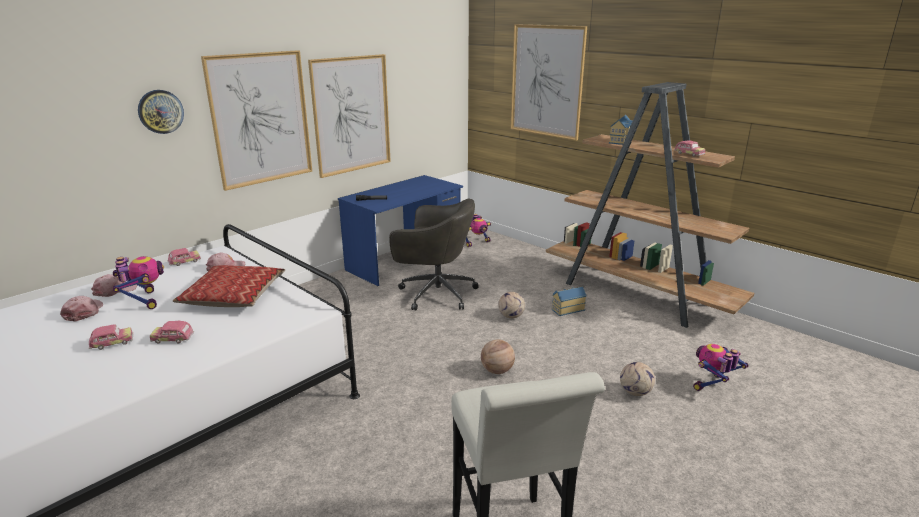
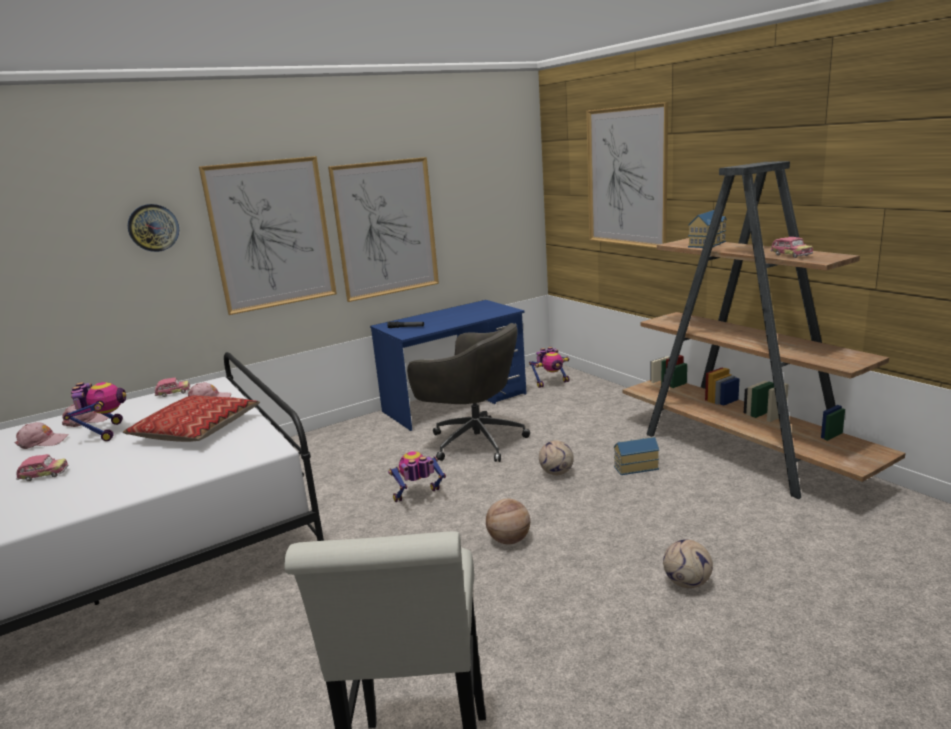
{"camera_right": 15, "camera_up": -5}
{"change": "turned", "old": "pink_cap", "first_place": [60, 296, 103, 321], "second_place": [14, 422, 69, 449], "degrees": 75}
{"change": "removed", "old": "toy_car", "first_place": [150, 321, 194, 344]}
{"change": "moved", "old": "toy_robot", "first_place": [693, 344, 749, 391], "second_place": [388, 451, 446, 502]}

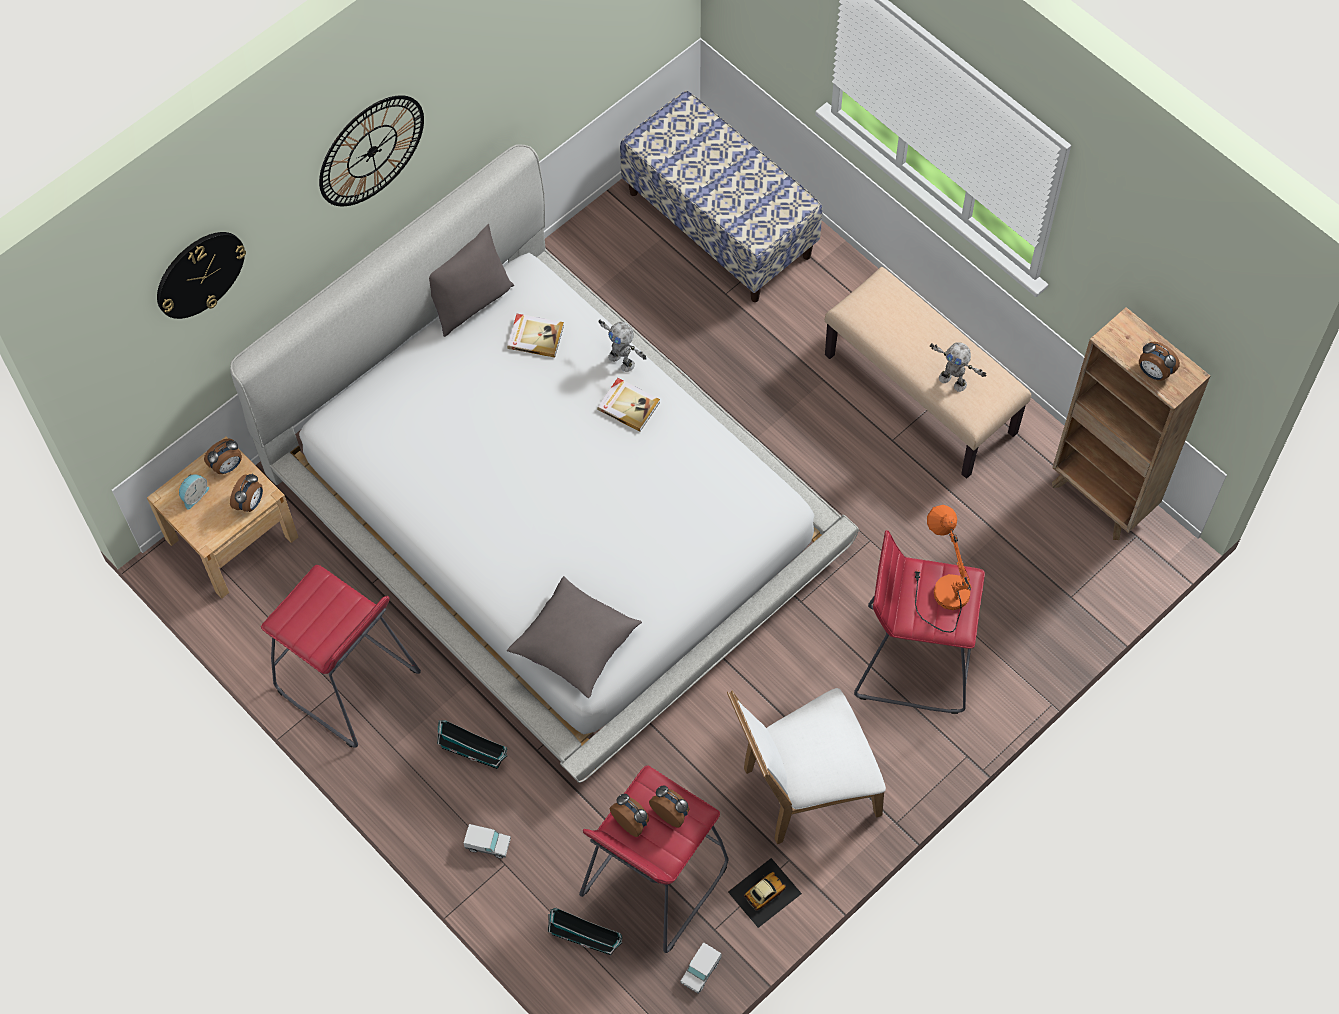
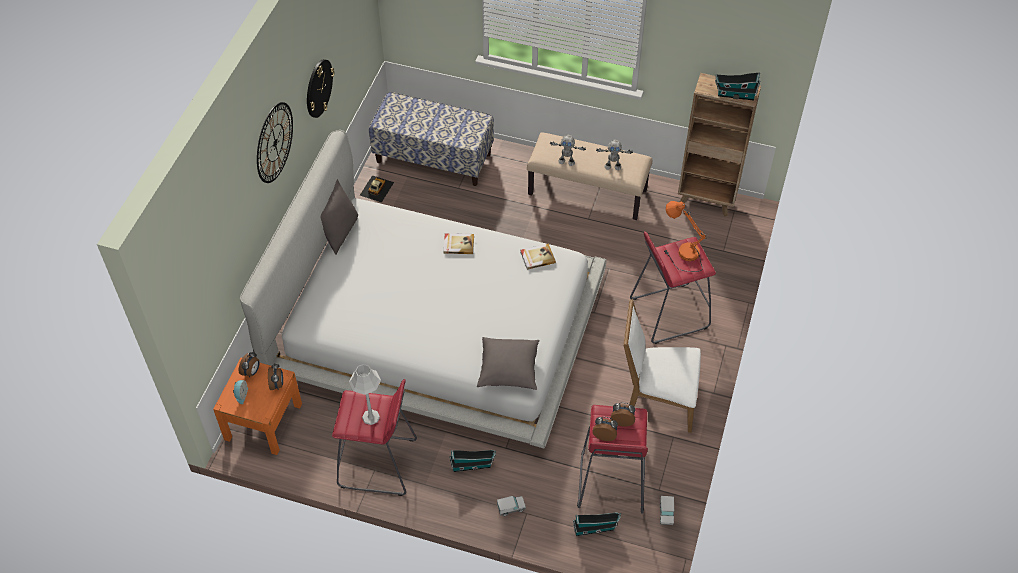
{"camera_right": -30, "camera_up": -10}
{"change": "moved", "old": "wall_clock", "first_place": [157, 232, 246, 319], "second_place": [307, 59, 334, 118]}
{"change": "moved", "old": "book", "first_place": [507, 314, 564, 358], "second_place": [520, 243, 556, 270]}
{"change": "moved", "old": "toy_robot", "first_place": [599, 320, 647, 372], "second_place": [550, 135, 586, 166]}
{"change": "replaced", "old": "alarm_clock", "new": "toy_house", "first_place": [1139, 342, 1180, 381], "second_place": [715, 72, 760, 100]}
{"change": "recoloured", "old": "beige_nightstand", "new": "orange_nightstand", "first_place": [147, 436, 298, 599], "second_place": [213, 358, 302, 455]}
{"change": "turned", "old": "white_chair", "first_place": [727, 688, 886, 844], "second_place": [623, 299, 701, 433], "degrees": 60}
{"change": "moved", "old": "toy_car", "first_place": [728, 858, 802, 928], "second_place": [360, 175, 394, 203]}
{"change": "added", "new": "grey_table_lamp", "second_place": [349, 364, 381, 425]}

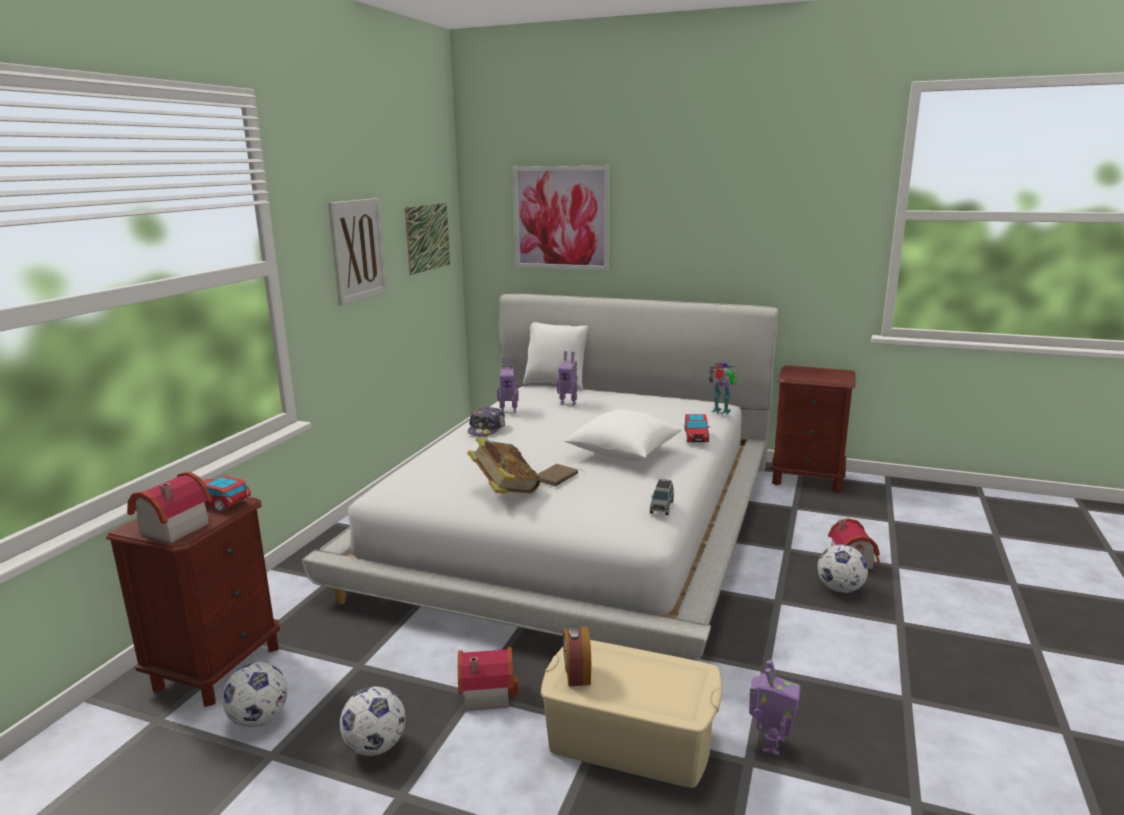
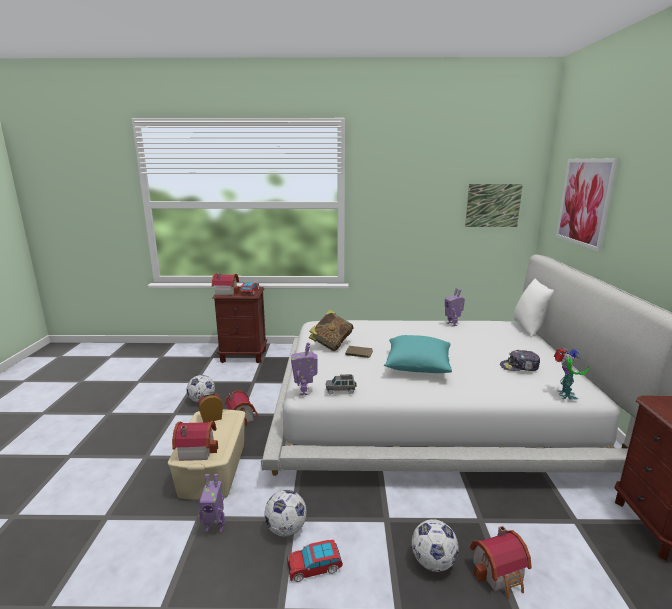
{"camera_right": 70, "camera_up": 0}
{"change": "removed", "old": "picture", "first_place": [328, 198, 387, 305]}
{"change": "moved", "old": "toy_robot", "first_place": [557, 351, 578, 406], "second_place": [291, 342, 318, 395]}
{"change": "moved", "old": "cap", "first_place": [468, 406, 506, 436], "second_place": [500, 350, 540, 371]}
{"change": "recoloured", "old": "white_pillow", "new": "turquoise_pillow", "first_place": [564, 410, 681, 461], "second_place": [384, 335, 452, 373]}
{"change": "moved", "old": "toy_car", "first_place": [684, 414, 710, 442], "second_place": [287, 540, 343, 582]}
{"change": "moved", "old": "football", "first_place": [222, 662, 288, 727], "second_place": [264, 490, 306, 536]}
{"change": "added", "new": "toy_house", "second_place": [172, 421, 218, 461]}

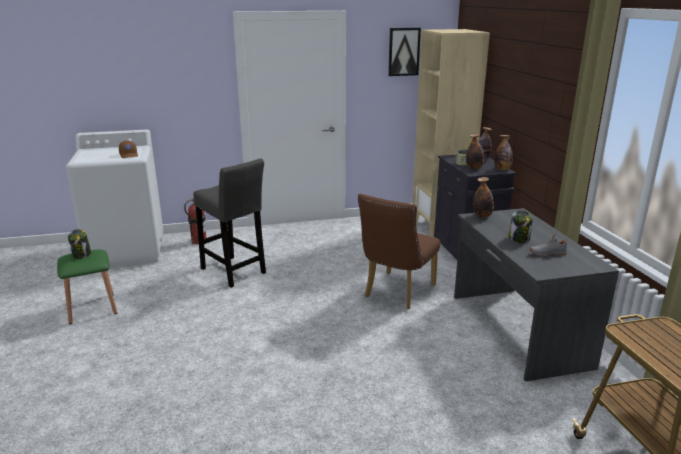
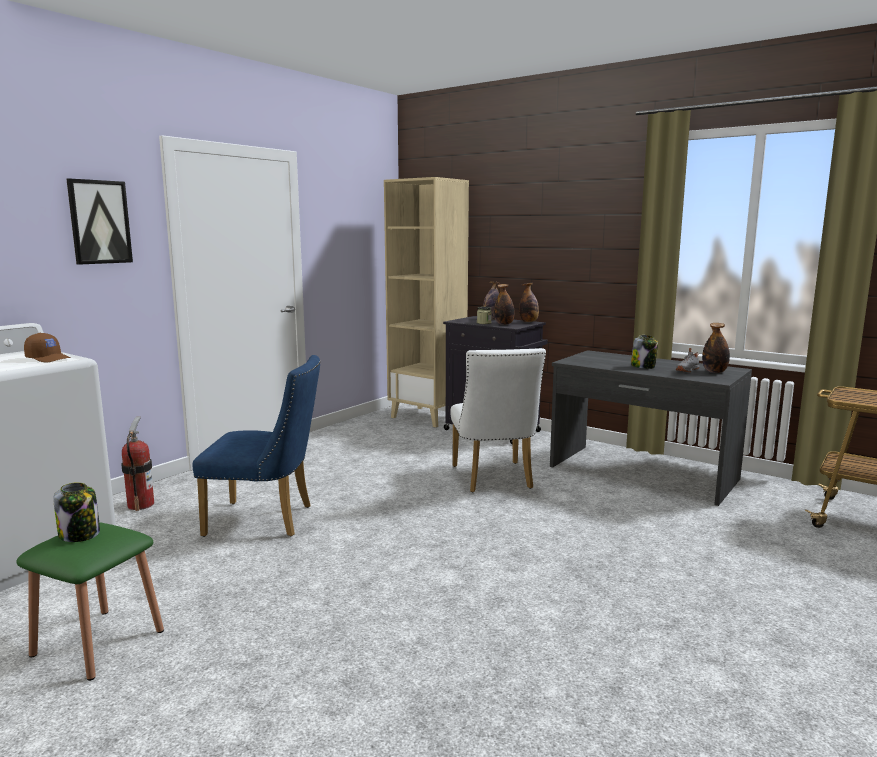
{"camera_right": -40, "camera_up": -10}
{"change": "moved", "old": "picture", "first_place": [388, 28, 421, 76], "second_place": [66, 178, 133, 265]}
{"change": "replaced", "old": "grey_stool", "new": "blue_chair", "first_place": [193, 159, 266, 288], "second_place": [193, 355, 320, 537]}
{"change": "moved", "old": "bottle", "first_place": [473, 177, 494, 218], "second_place": [702, 323, 730, 373]}
{"change": "recoloured", "old": "brown_chair", "new": "white_chair", "first_place": [358, 194, 441, 309], "second_place": [450, 348, 546, 492]}

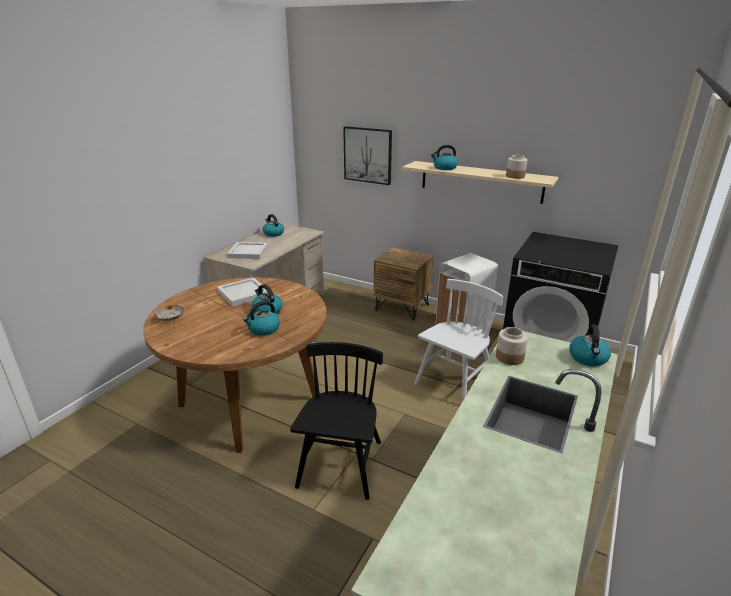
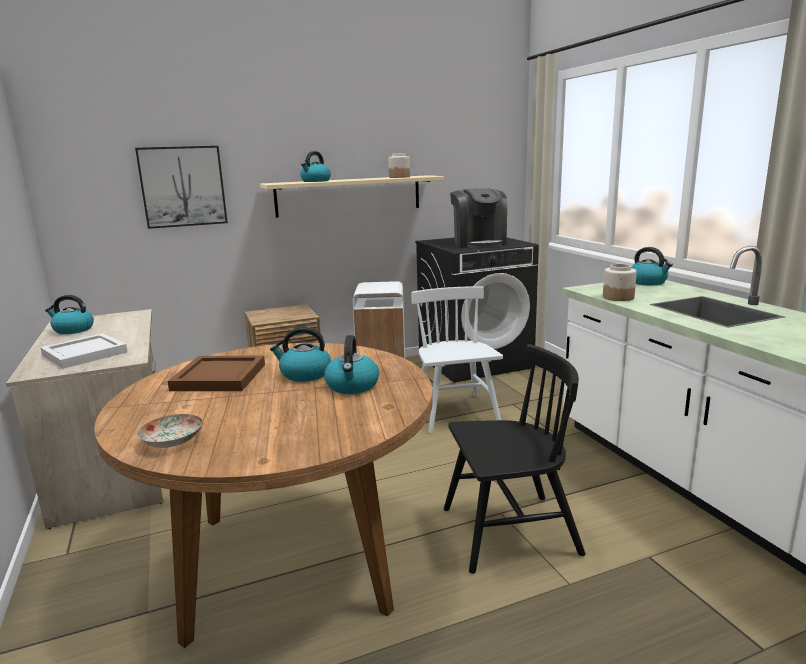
{"camera_right": -50, "camera_up": -10}
{"change": "recoloured", "old": "white_tray", "new": "brown_tray", "first_place": [217, 277, 268, 307], "second_place": [168, 356, 265, 391]}
{"change": "turned", "old": "black_chair", "first_place": [290, 342, 383, 500], "second_place": [444, 344, 585, 574], "degrees": 120}
{"change": "added", "new": "coffee_machine", "second_place": [450, 188, 507, 248]}

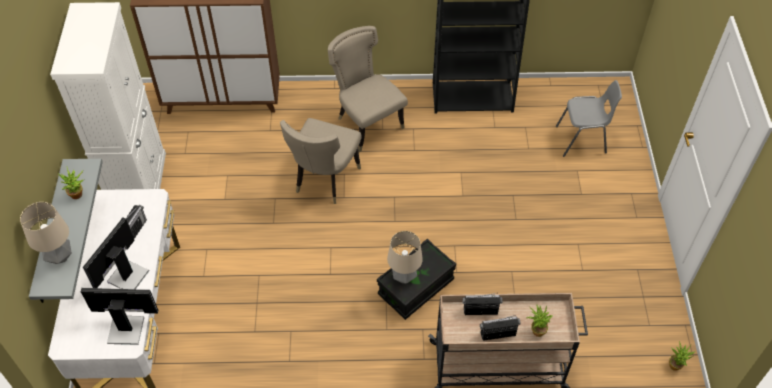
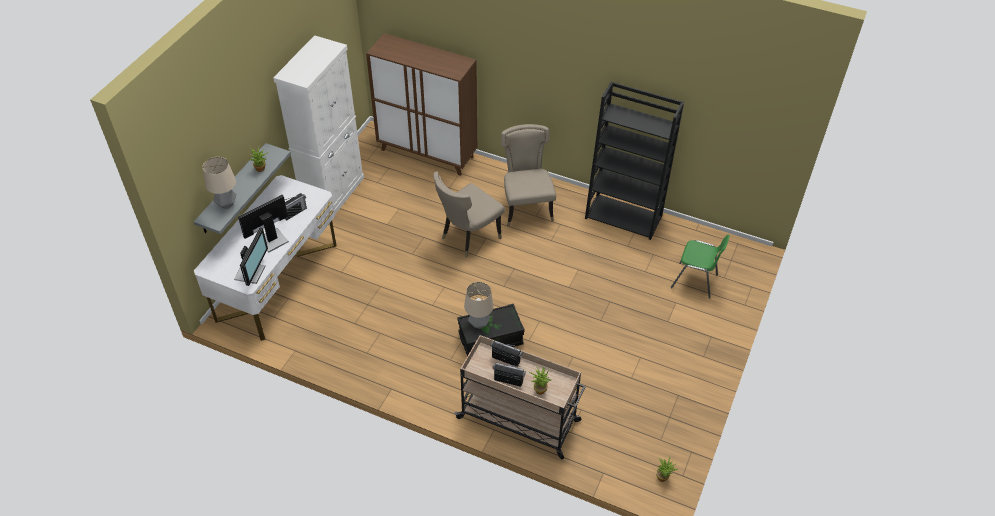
{"camera_right": 25, "camera_up": -5}
{"change": "recoloured", "old": "grey_chair", "new": "green_chair", "first_place": [556, 80, 622, 157], "second_place": [671, 234, 730, 299]}
{"change": "turned", "old": "monitor", "first_place": [81, 288, 158, 345], "second_place": [234, 228, 268, 286], "degrees": 75}

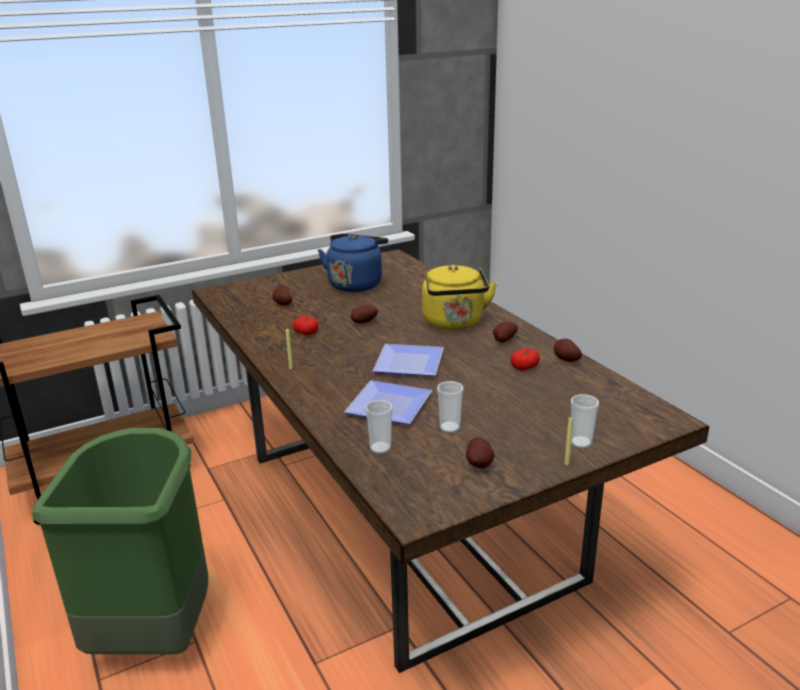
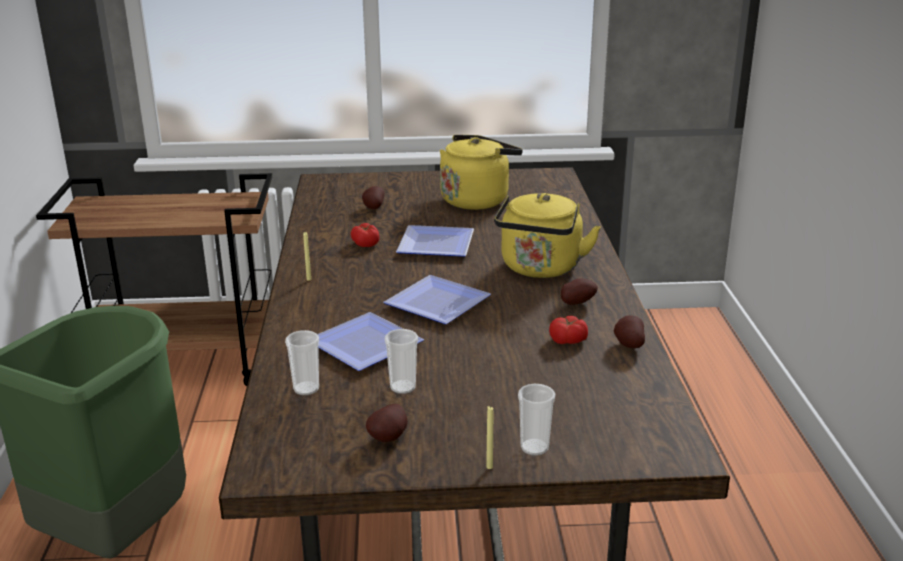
{"camera_right": 25, "camera_up": 0}
{"change": "recoloured", "old": "blue_kettle", "new": "yellow_kettle", "first_place": [318, 234, 388, 292], "second_place": [440, 135, 523, 210]}
{"change": "replaced", "old": "potato", "new": "plate", "first_place": [351, 305, 378, 323], "second_place": [396, 225, 474, 257]}

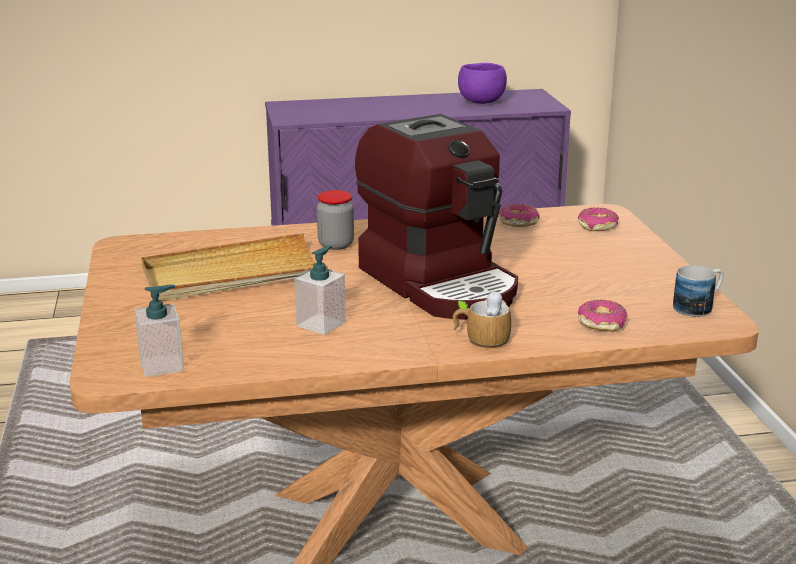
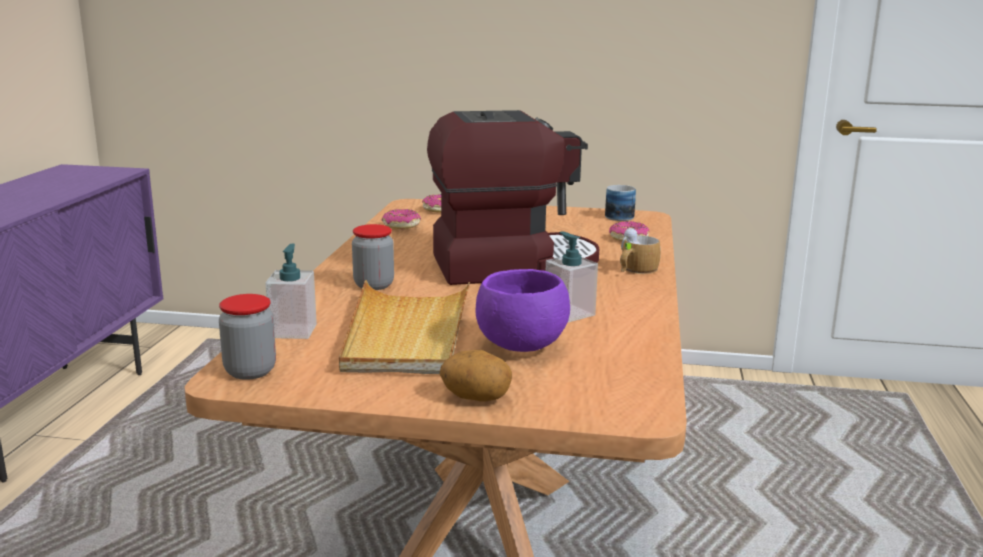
{"camera_right": -70, "camera_up": -5}
{"change": "moved", "old": "purple_bowl", "first_place": [458, 63, 507, 104], "second_place": [475, 269, 570, 352]}
{"change": "moved", "old": "soap_dispenser", "first_place": [135, 285, 184, 377], "second_place": [265, 244, 317, 339]}
{"change": "added", "new": "jar", "second_place": [219, 294, 276, 380]}
{"change": "added", "new": "potato", "second_place": [440, 350, 512, 401]}

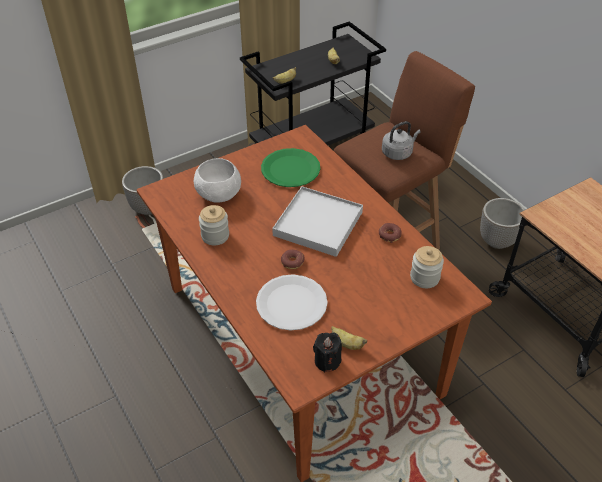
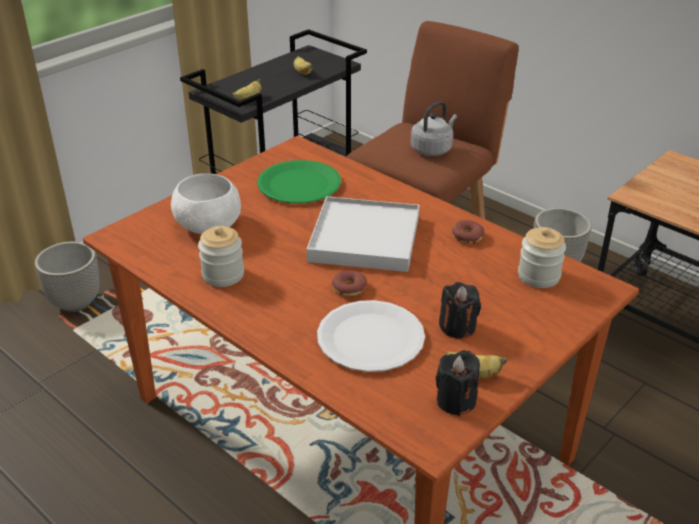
{"camera_right": -15, "camera_up": -10}
{"change": "added", "new": "black_candle", "second_place": [439, 282, 481, 339]}

